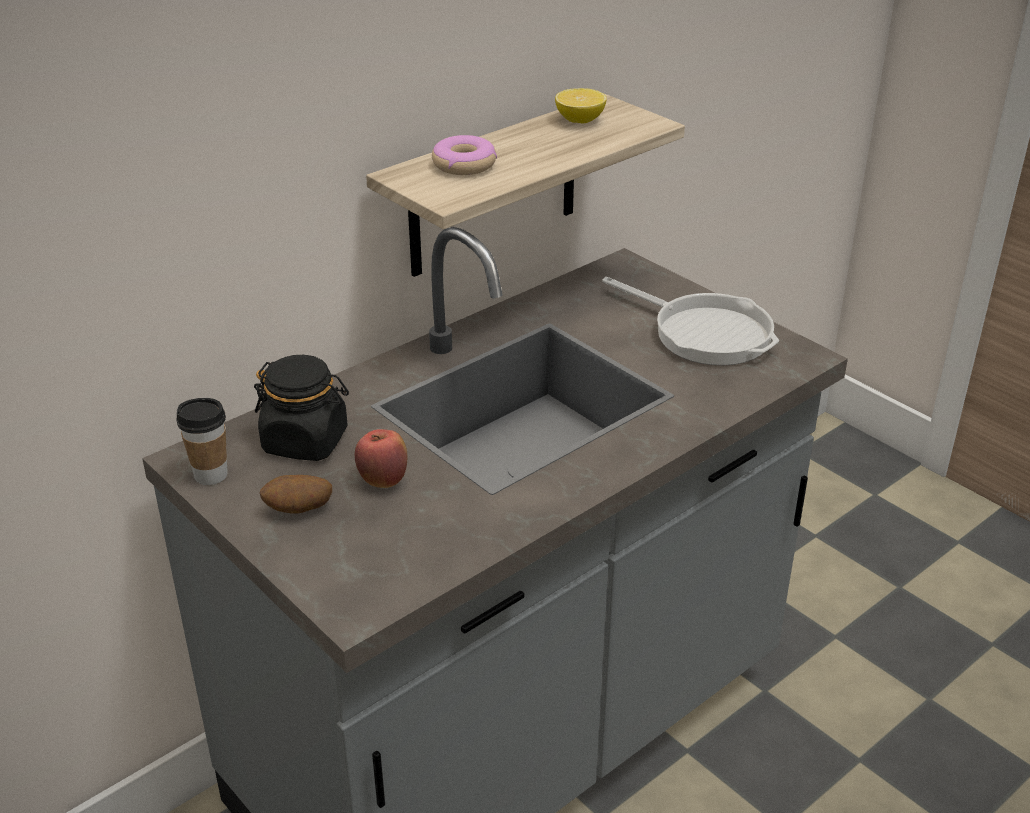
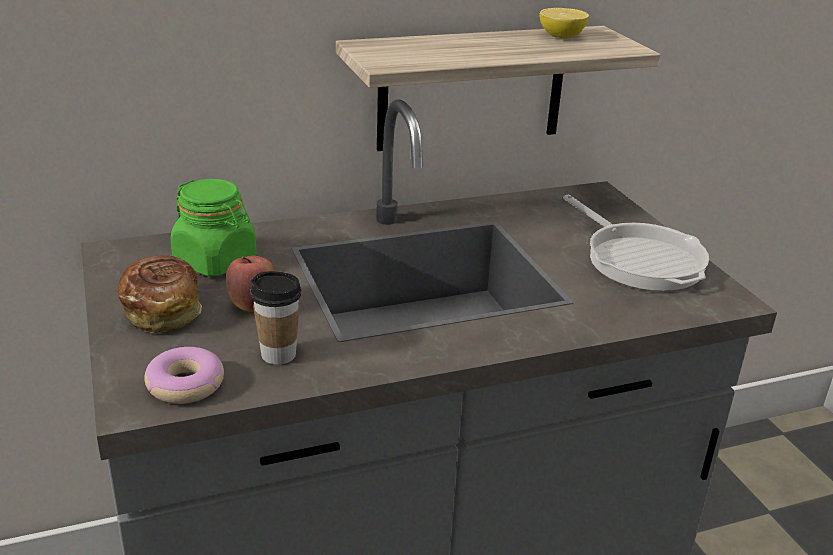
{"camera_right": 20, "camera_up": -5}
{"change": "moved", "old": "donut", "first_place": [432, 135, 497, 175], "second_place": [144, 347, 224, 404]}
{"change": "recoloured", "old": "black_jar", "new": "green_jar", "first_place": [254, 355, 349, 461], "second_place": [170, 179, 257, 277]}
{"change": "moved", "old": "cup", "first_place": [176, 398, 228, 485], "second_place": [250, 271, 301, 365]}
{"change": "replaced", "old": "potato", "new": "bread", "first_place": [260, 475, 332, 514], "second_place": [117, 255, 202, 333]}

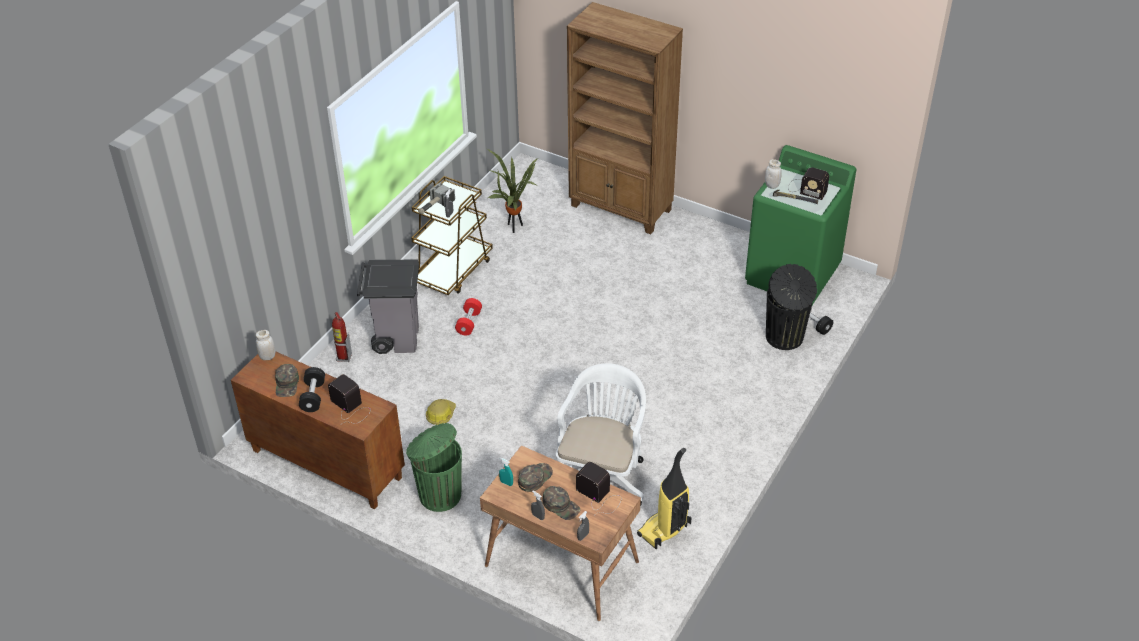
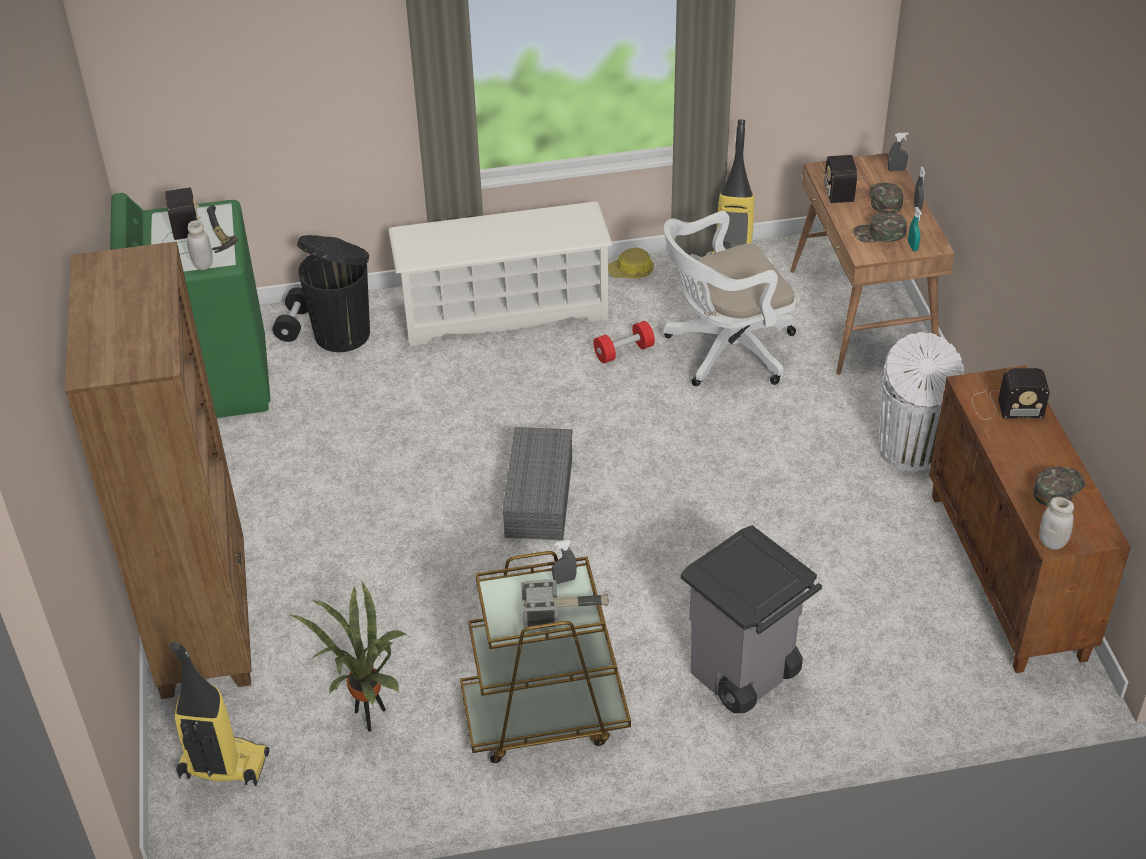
{"camera_right": -130, "camera_up": 0}
{"change": "moved", "old": "red_dumbbell", "first_place": [455, 298, 482, 336], "second_place": [594, 321, 655, 363]}
{"change": "removed", "old": "fire_extinguisher", "first_place": [332, 312, 352, 362]}
{"change": "removed", "old": "black_dumbbell", "first_place": [299, 367, 325, 412]}
{"change": "turned", "old": "radio", "first_place": [328, 374, 371, 424], "second_place": [972, 368, 1050, 420], "degrees": -90}
{"change": "moved", "old": "hard_hat", "first_place": [426, 399, 456, 425], "second_place": [608, 248, 654, 278]}
{"change": "recoloured", "old": "green_trash_can", "new": "white_trash_can", "first_place": [406, 423, 462, 512], "second_place": [879, 332, 964, 471]}
{"change": "added", "new": "white_shoe_rack", "second_place": [388, 201, 613, 347]}
{"change": "added", "new": "grey_storage_box", "second_place": [502, 427, 573, 540]}
{"change": "added", "new": "vacuum_cleaner", "second_place": [170, 642, 269, 786]}

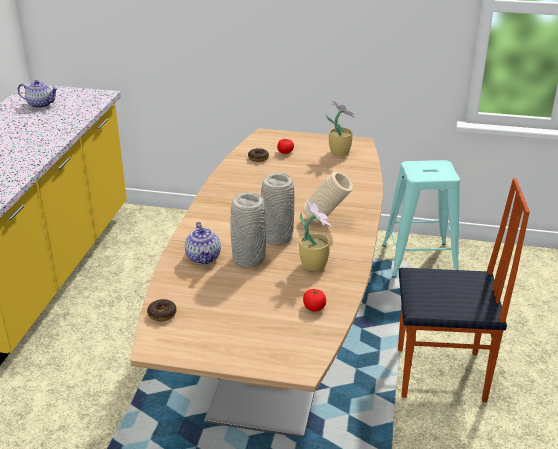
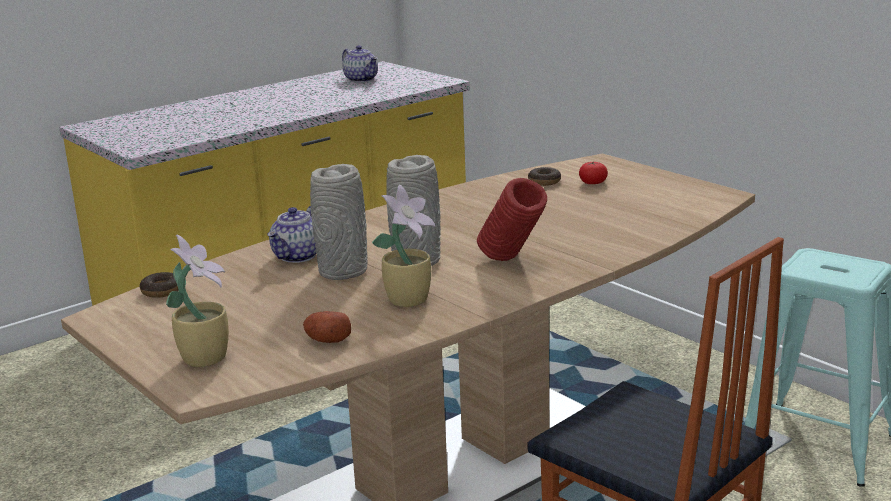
{"camera_right": 40, "camera_up": -10}
{"change": "moved", "old": "potted_plant", "first_place": [325, 100, 355, 156], "second_place": [166, 234, 229, 367]}
{"change": "recoloured", "old": "beige_vase", "new": "red_vase", "first_place": [303, 171, 353, 223], "second_place": [477, 178, 547, 261]}
{"change": "replaced", "old": "tomato", "new": "potato", "first_place": [303, 289, 326, 312], "second_place": [303, 311, 351, 343]}

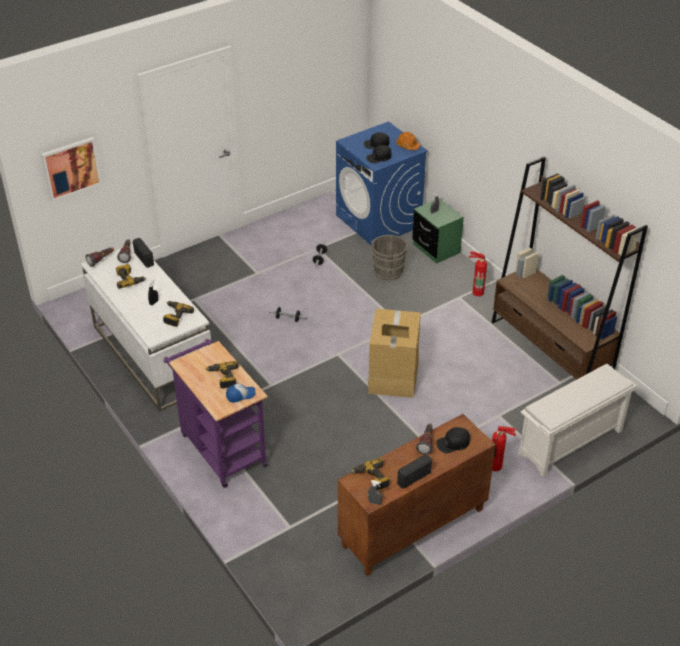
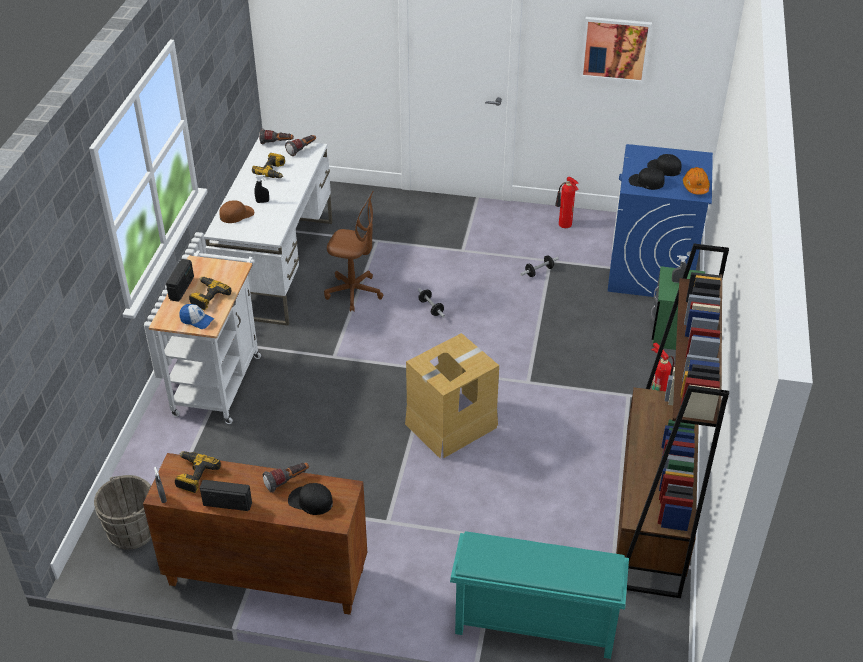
{"camera_right": 45, "camera_up": 0}
{"change": "moved", "old": "picture", "first_place": [41, 137, 102, 202], "second_place": [580, 17, 652, 84]}
{"change": "moved", "old": "grey_bucket", "first_place": [371, 235, 409, 280], "second_place": [94, 475, 152, 550]}
{"change": "moved", "old": "radio", "first_place": [133, 238, 154, 268], "second_place": [166, 259, 194, 302]}
{"change": "removed", "old": "power_drill", "first_place": [163, 301, 194, 327]}
{"change": "recoloured", "old": "purple_cart", "new": "white_cart", "first_place": [163, 339, 268, 488], "second_place": [149, 250, 261, 424]}
{"change": "recoloured", "old": "white_shoe_rack", "new": "turquoise_shoe_rack", "first_place": [518, 364, 636, 477], "second_place": [450, 531, 629, 659]}
{"change": "moved", "old": "fire_extinguisher", "first_place": [492, 426, 516, 471], "second_place": [555, 177, 579, 228]}
{"change": "added", "new": "brown_office_chair", "second_place": [324, 190, 383, 312]}
{"change": "added", "new": "brown_cap", "second_place": [219, 200, 254, 223]}

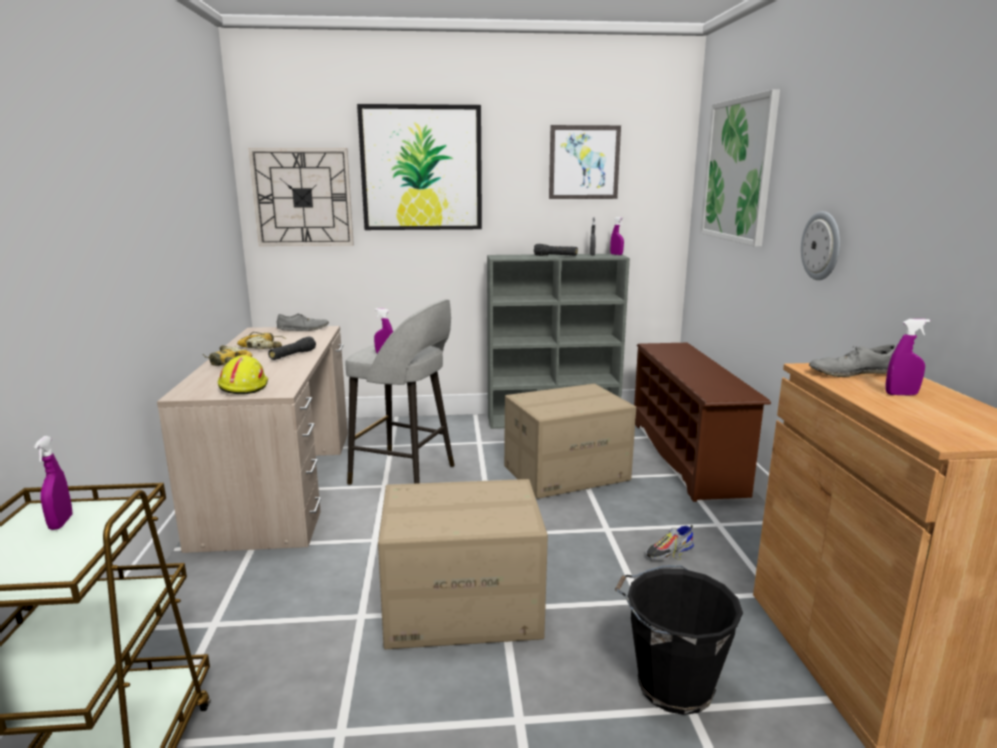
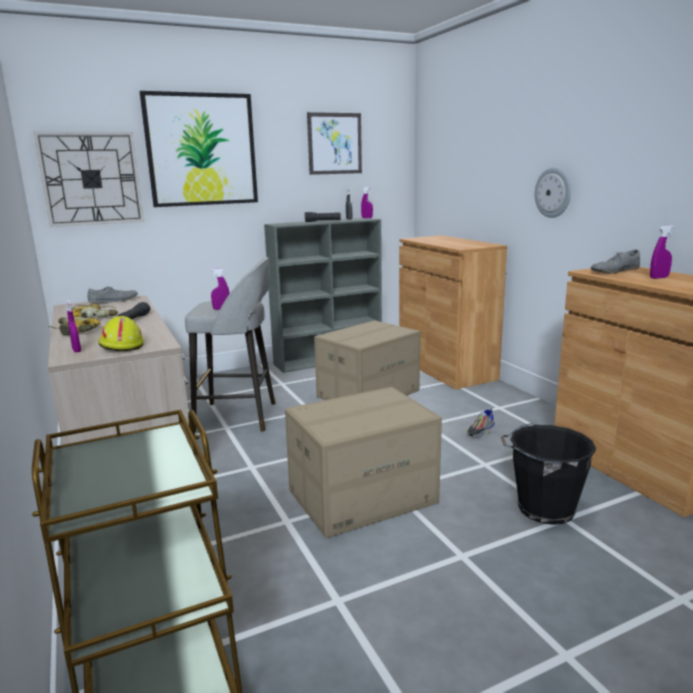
{"camera_right": -20, "camera_up": 0}
{"change": "removed", "old": "picture", "first_place": [700, 89, 780, 247]}
{"change": "replaced", "old": "brown_shoe_rack", "new": "brown_cabinet", "first_place": [634, 343, 771, 502], "second_place": [399, 235, 507, 390]}
{"change": "moved", "old": "purple_spray_bottle", "first_place": [34, 436, 72, 530], "second_place": [66, 300, 81, 352]}

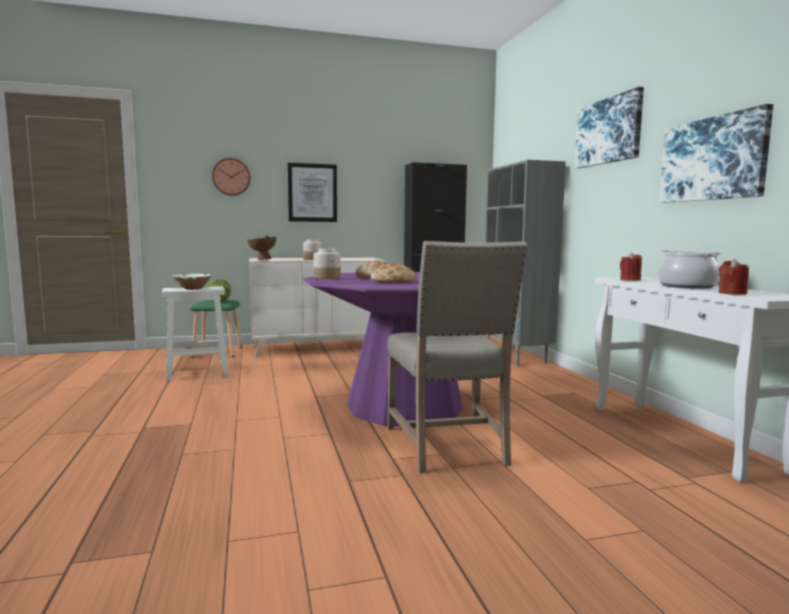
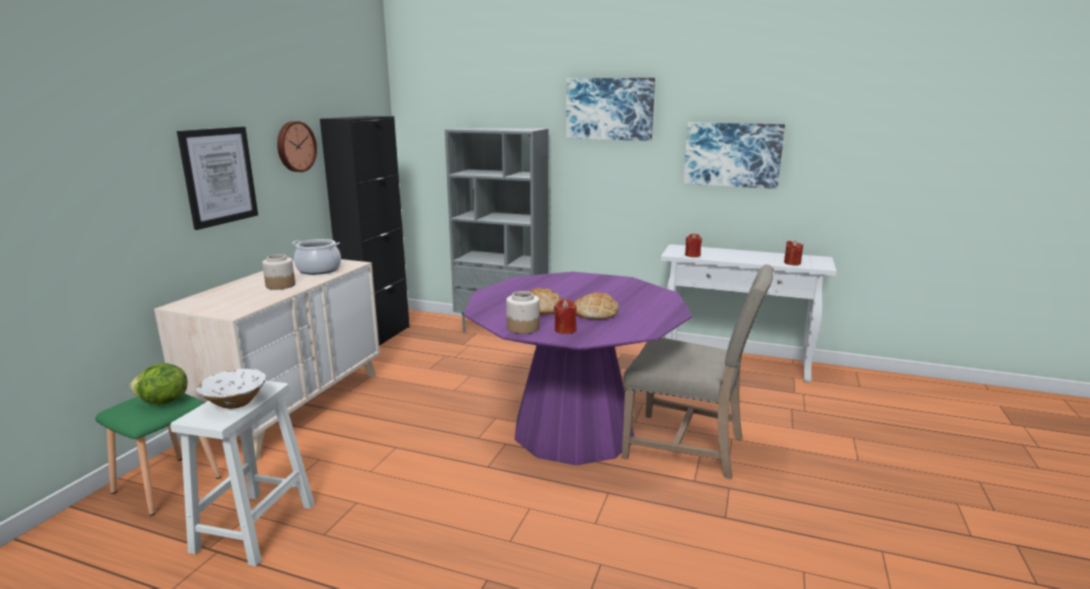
{"camera_right": -55, "camera_up": 10}
{"change": "moved", "old": "wall_clock", "first_place": [212, 158, 250, 196], "second_place": [277, 121, 317, 172]}
{"change": "removed", "old": "brown_bowl", "first_place": [247, 236, 276, 260]}
{"change": "moved", "old": "cooking_pot", "first_place": [658, 250, 721, 289], "second_place": [292, 239, 341, 275]}
{"change": "added", "new": "red_candle", "second_place": [554, 299, 577, 334]}

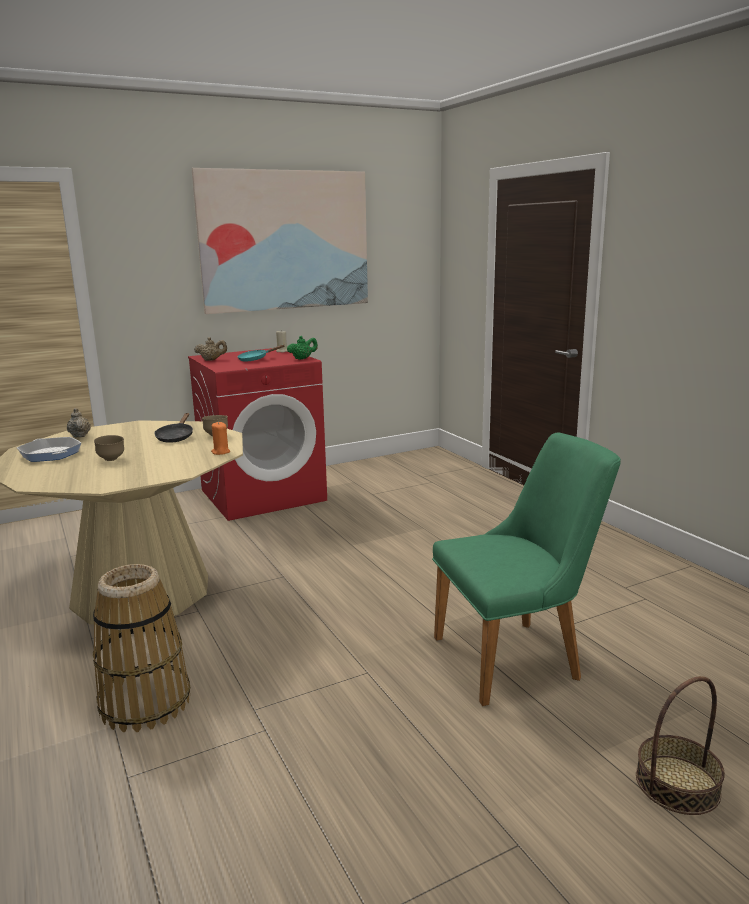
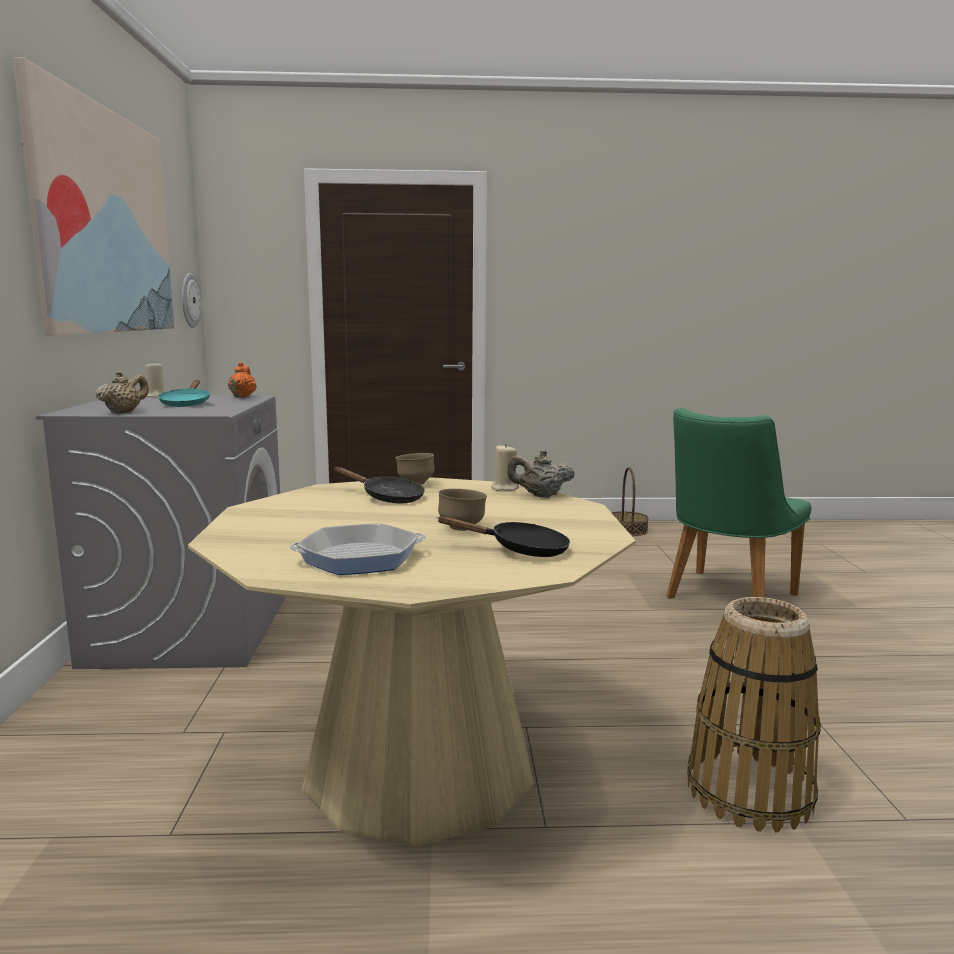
{"camera_right": -65, "camera_up": -5}
{"change": "recoloured", "old": "green_teapot", "new": "orange_teapot", "first_place": [287, 336, 318, 360], "second_place": [228, 362, 257, 398]}
{"change": "recoloured", "old": "red_washing_machine", "new": "grey_washing_machine", "first_place": [188, 348, 327, 521], "second_place": [36, 395, 285, 669]}
{"change": "moved", "old": "beige_teapot", "first_place": [67, 408, 91, 437], "second_place": [507, 450, 575, 498]}
{"change": "recoloured", "old": "orange_candle", "new": "beige_candle", "first_place": [211, 422, 230, 455], "second_place": [491, 444, 519, 491]}
{"change": "turned", "old": "green_chair", "first_place": [432, 433, 621, 706], "second_place": [667, 408, 812, 598], "degrees": -150}
{"change": "moved", "old": "basket", "first_place": [636, 676, 725, 815], "second_place": [611, 467, 649, 536]}
{"change": "added", "new": "wall_clock", "second_place": [182, 273, 201, 328]}
{"change": "added", "new": "black_frying_pan", "second_place": [436, 516, 570, 557]}

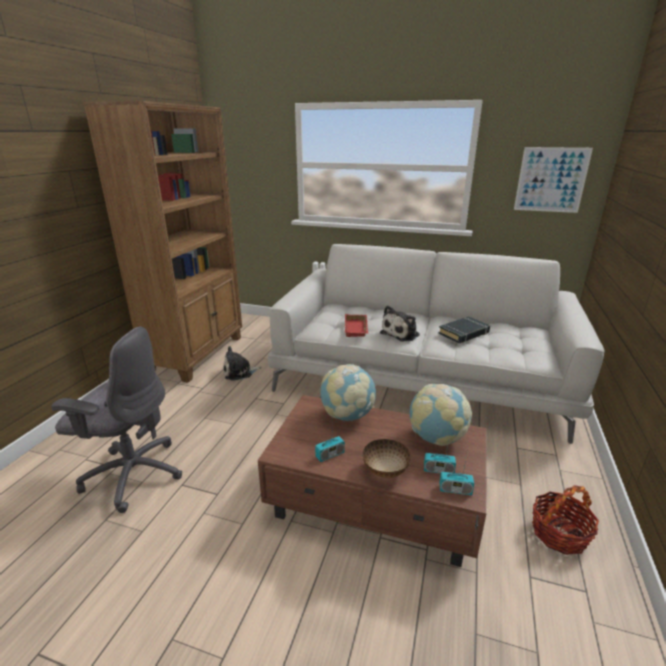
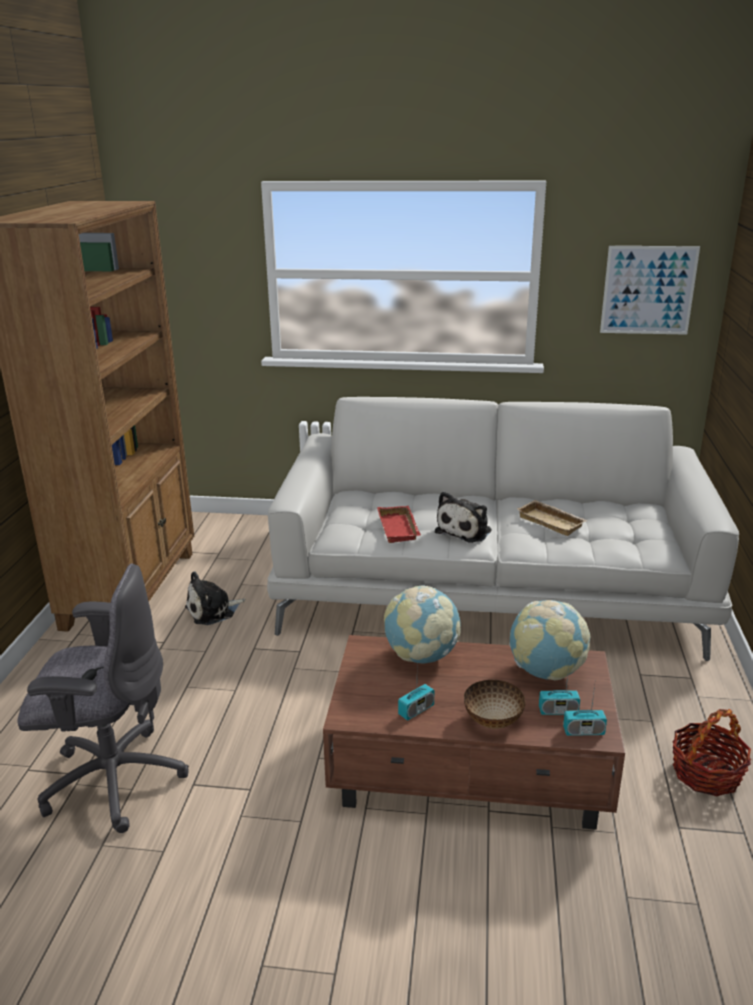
{"camera_right": -10, "camera_up": 0}
{"change": "replaced", "old": "black_book", "new": "beige_tray", "first_place": [439, 316, 490, 343], "second_place": [517, 500, 588, 536]}

